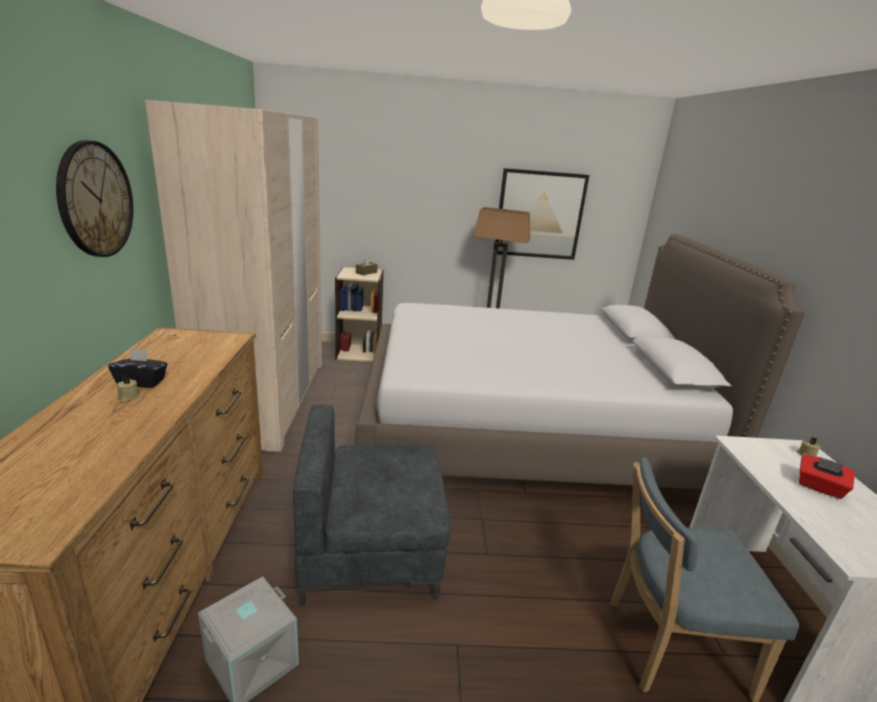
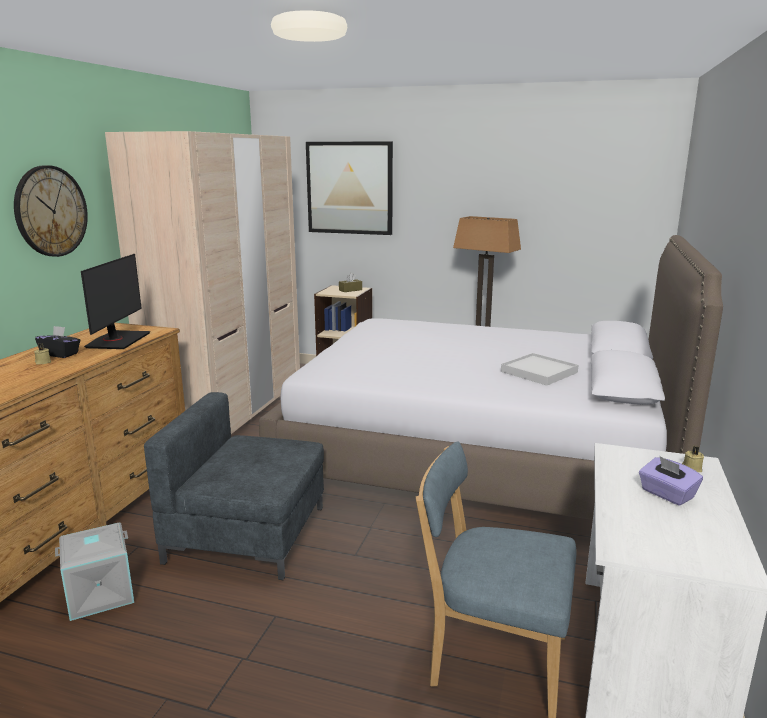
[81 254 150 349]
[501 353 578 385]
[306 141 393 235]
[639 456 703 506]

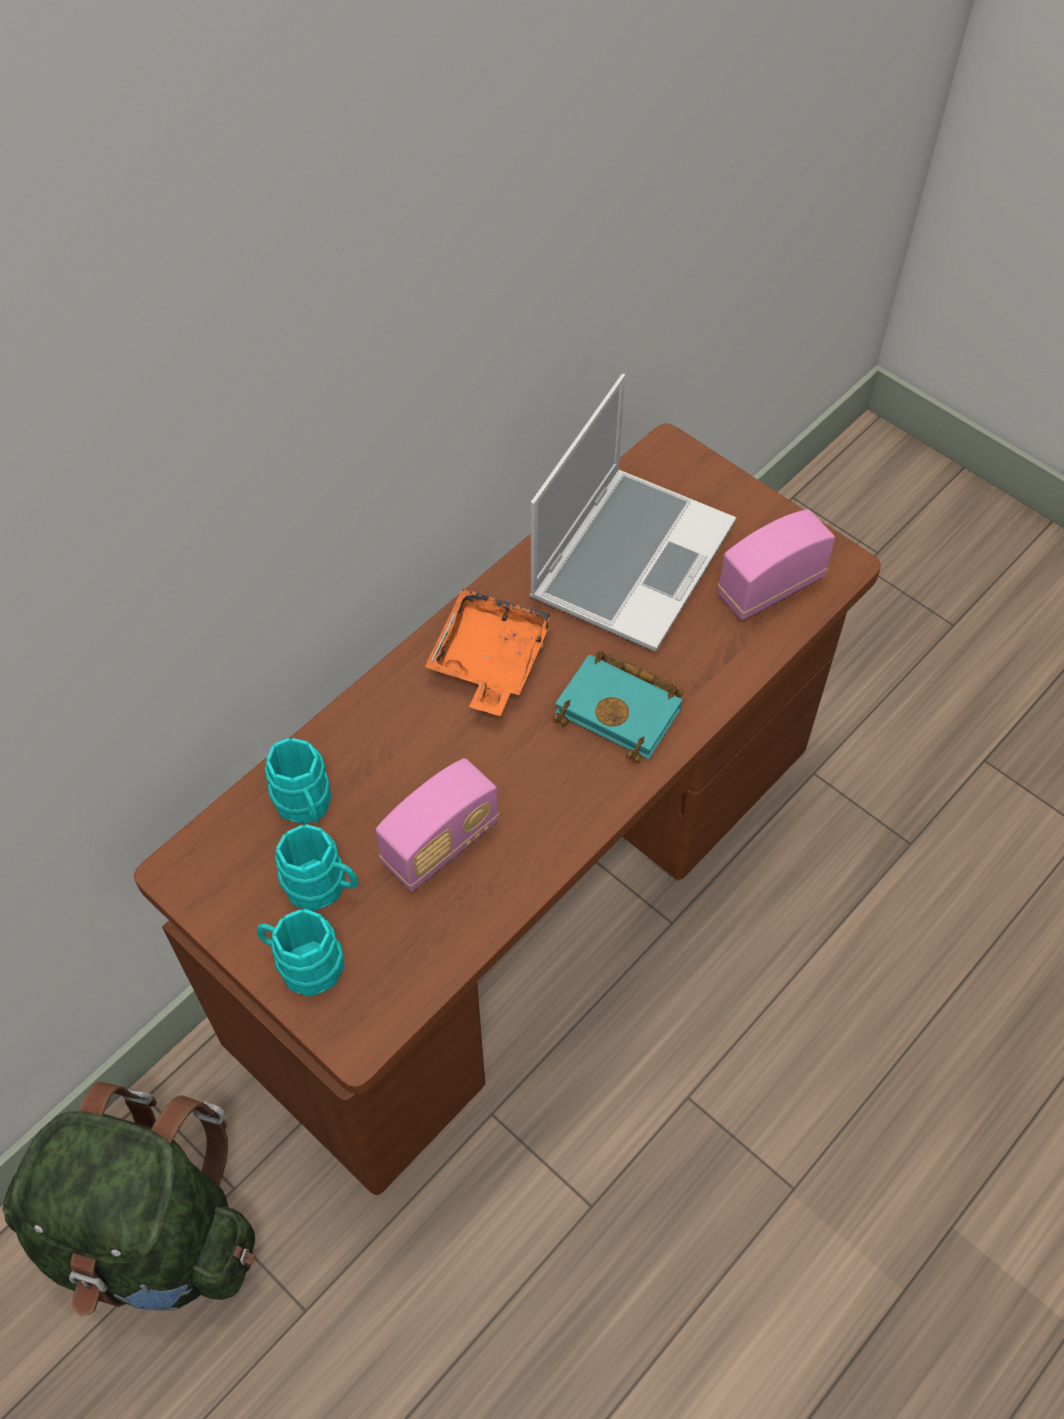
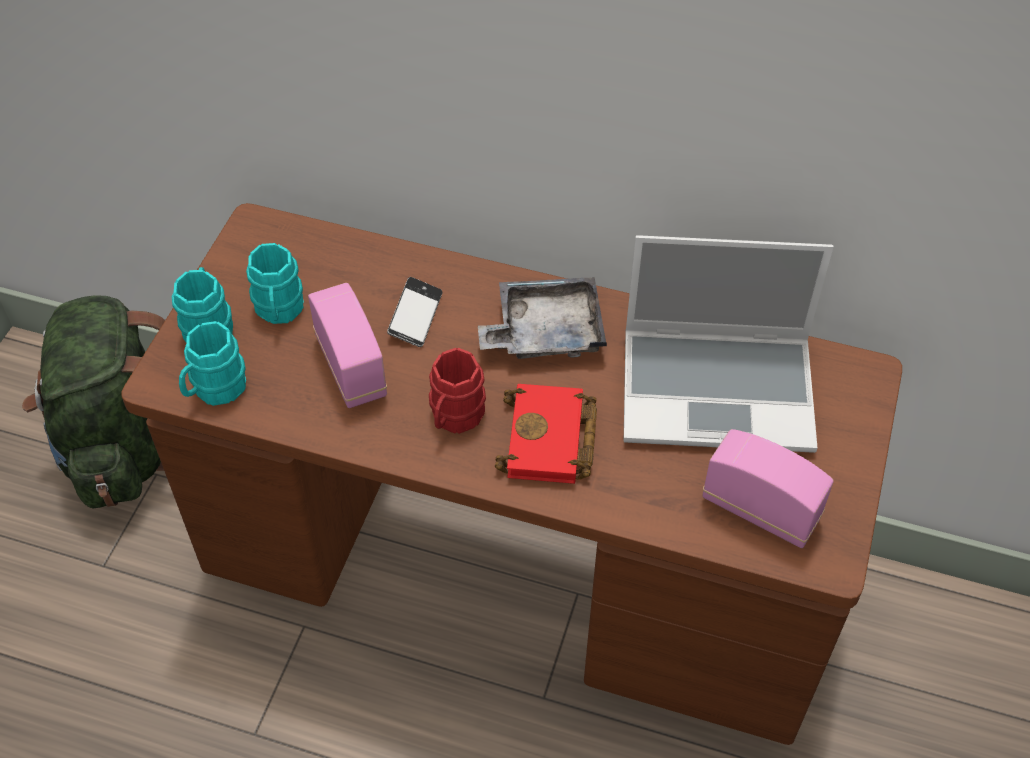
[387 277 442 347]
[429 348 486 434]
[179 321 246 406]
[478 277 607 359]
[495 384 597 484]
[308 283 387 408]

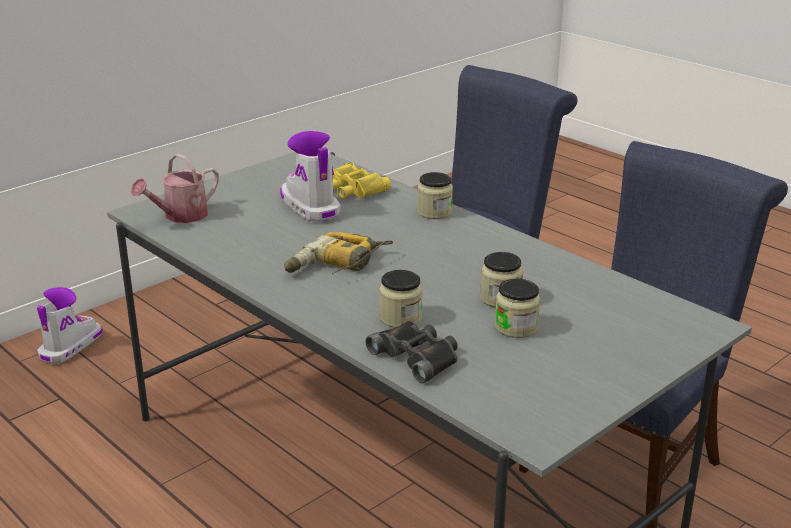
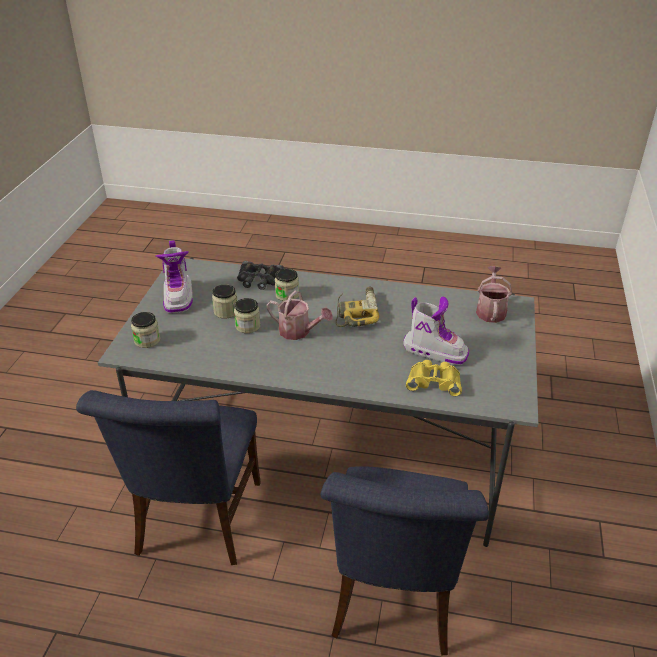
[266 290 333 340]
[156 240 193 313]
[131 312 160 348]

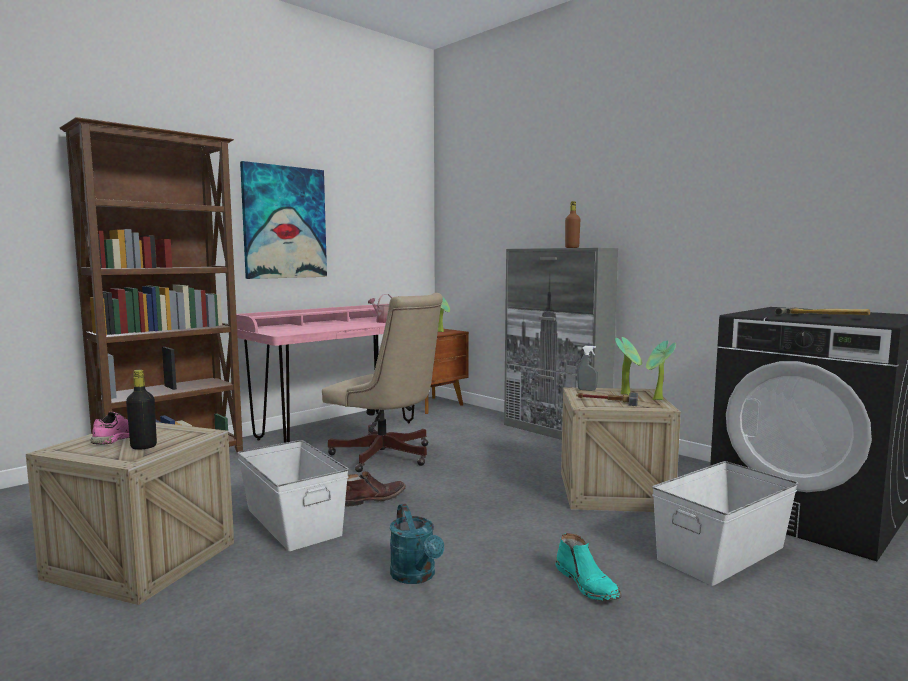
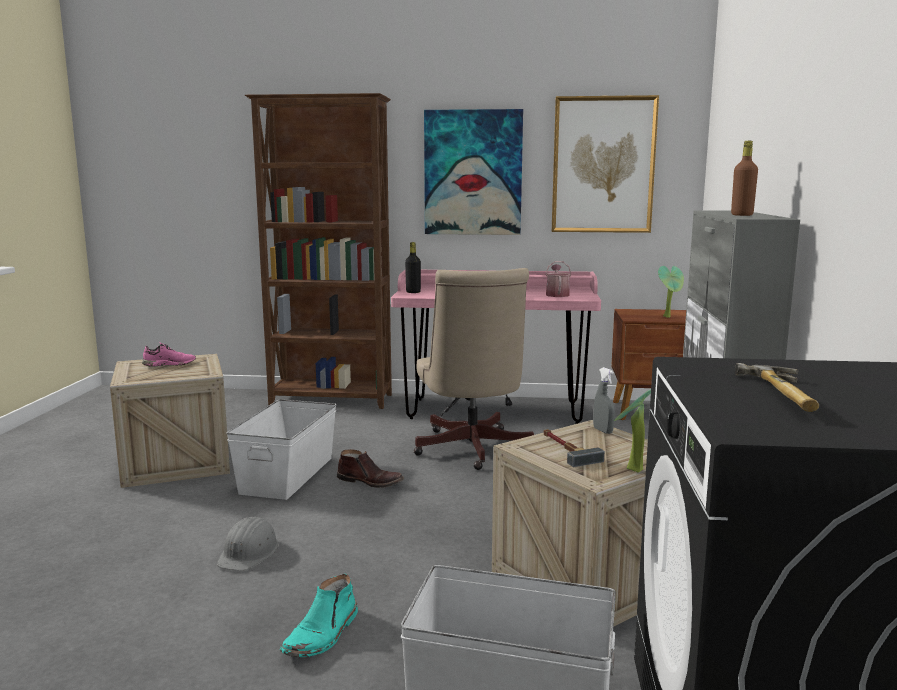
[615 337 642 395] (first image)
[552 95 659 233]
[405 242 421 293]
[217 517 279 571]

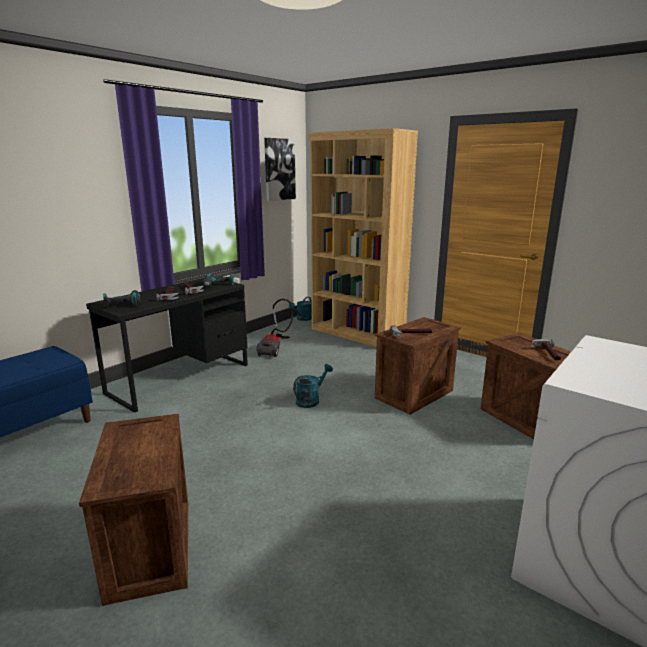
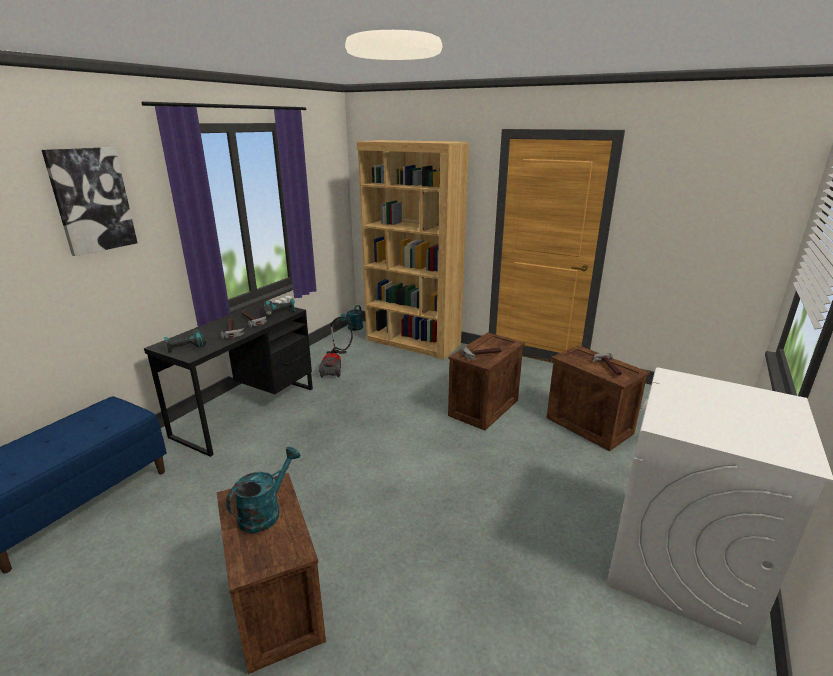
[42 147 138 256]
[226 447 300 533]

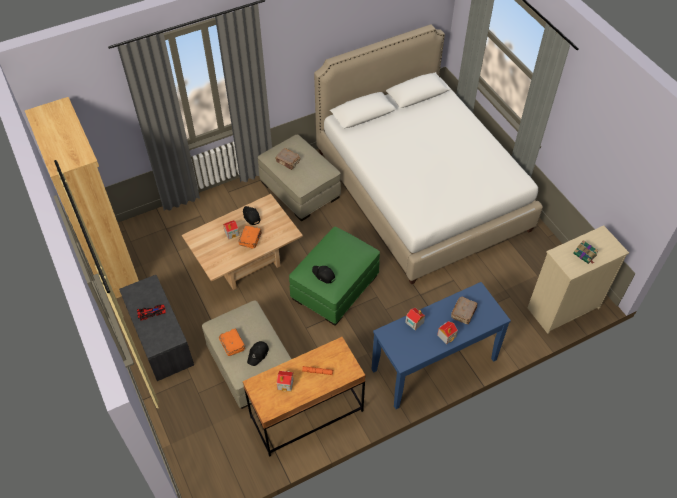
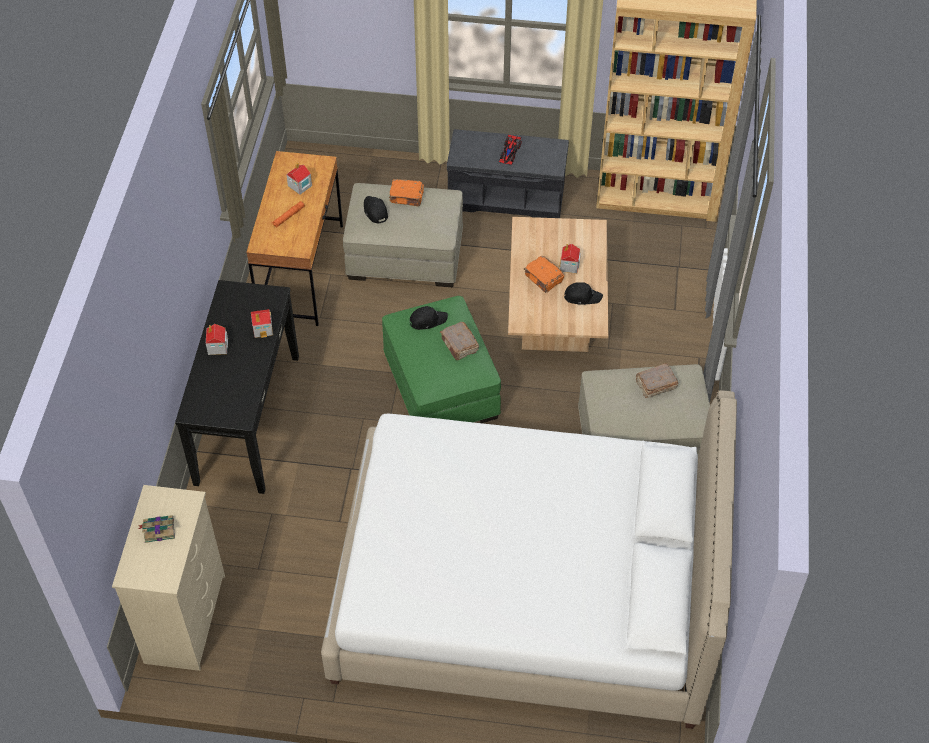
[440 322 479 360]
[175 280 299 494]

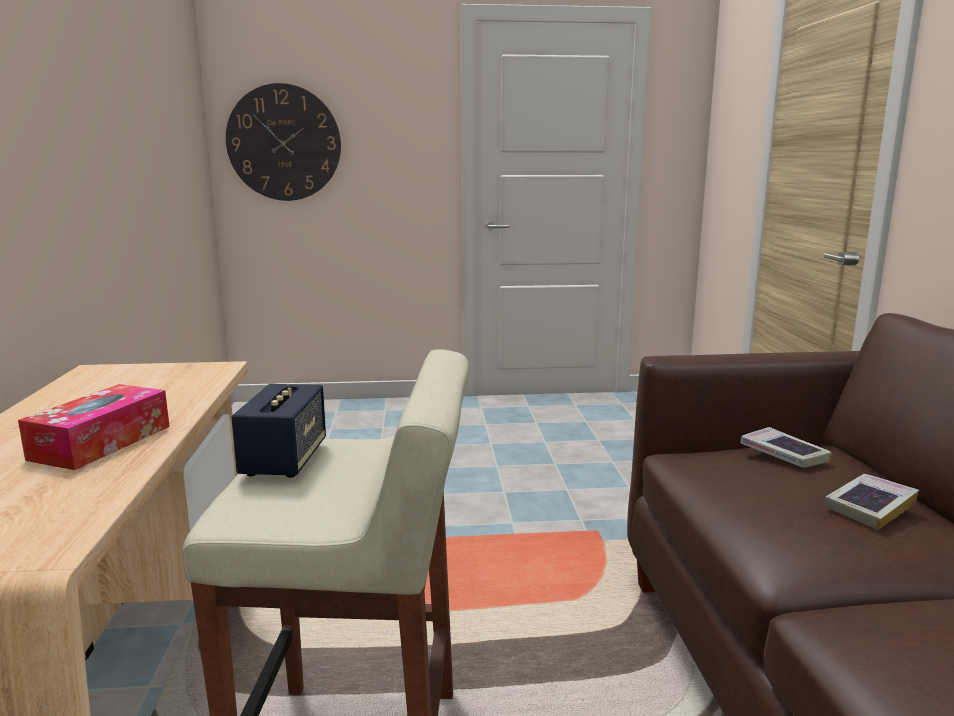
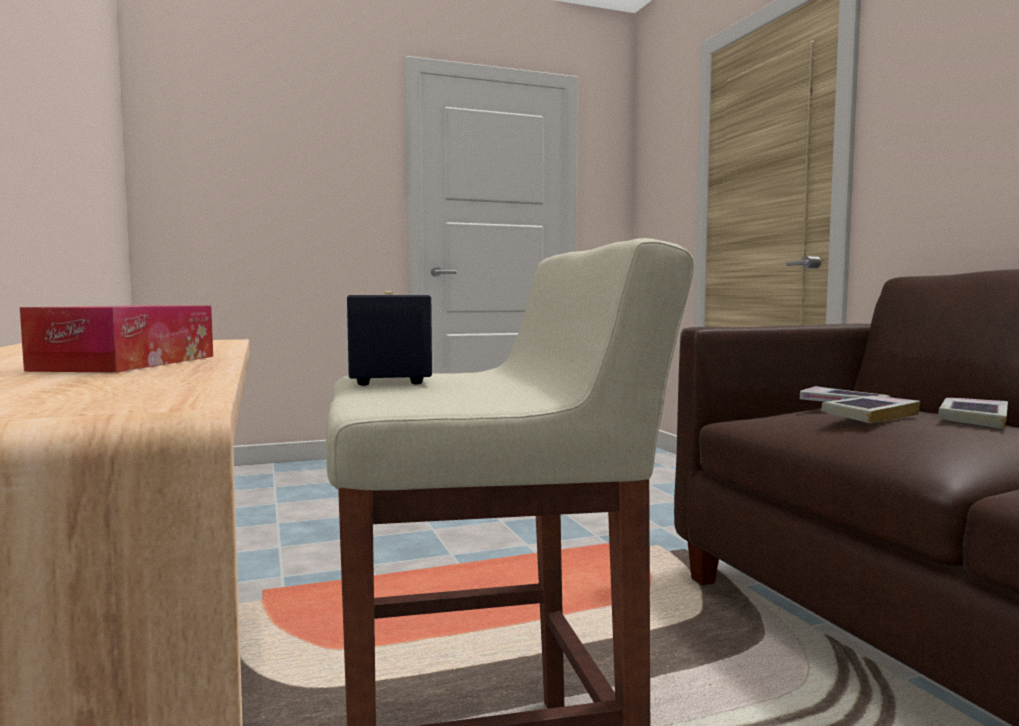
[226 83 341 201] (first image)
[821 396 920 423]

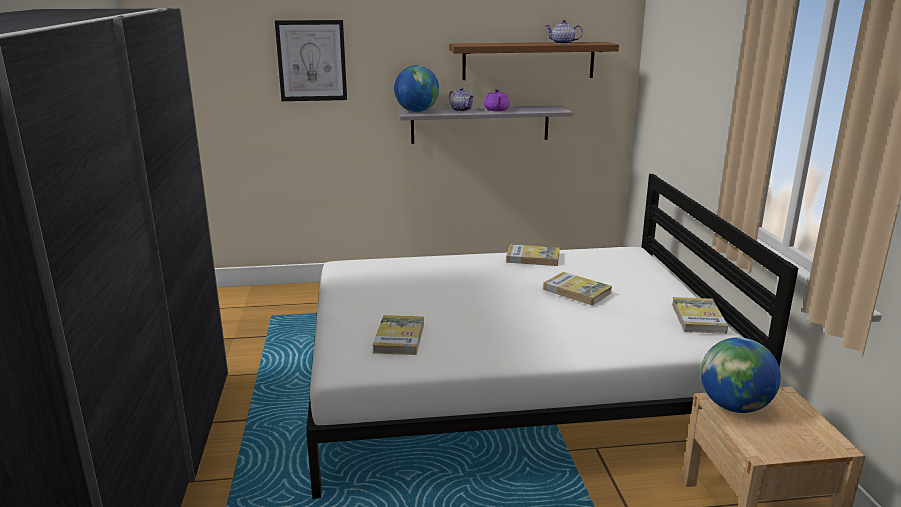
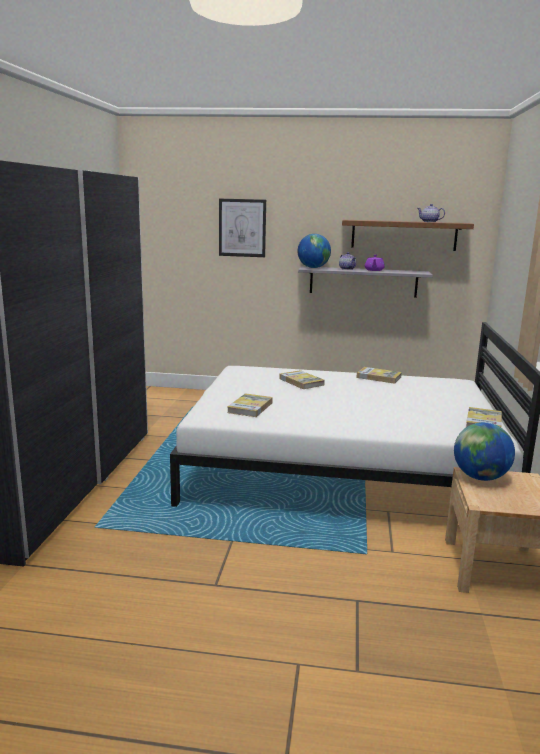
[279 370 325 389]

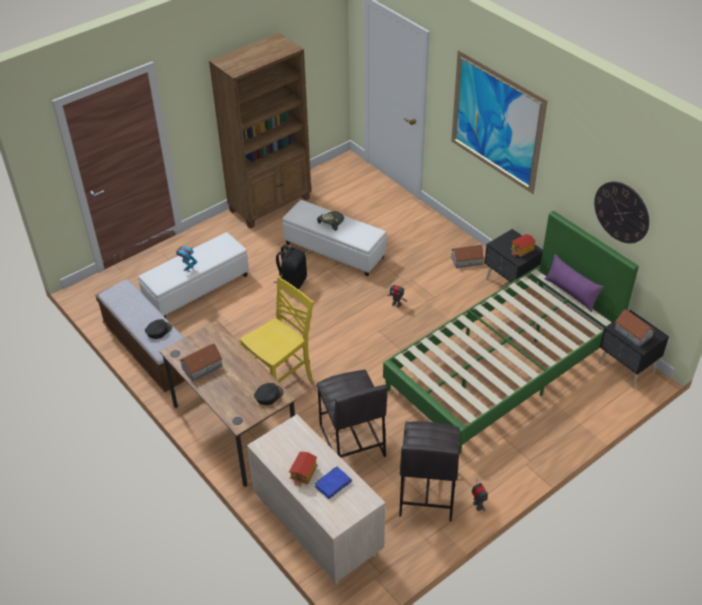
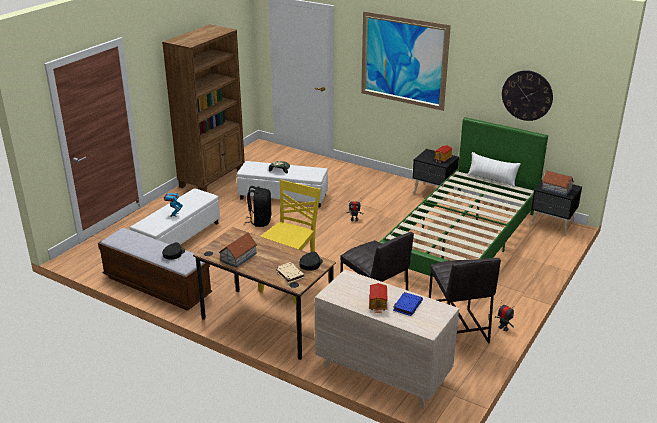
[451 245 484 268] (first image)
[275 262 305 283]
[467 152 521 187]

